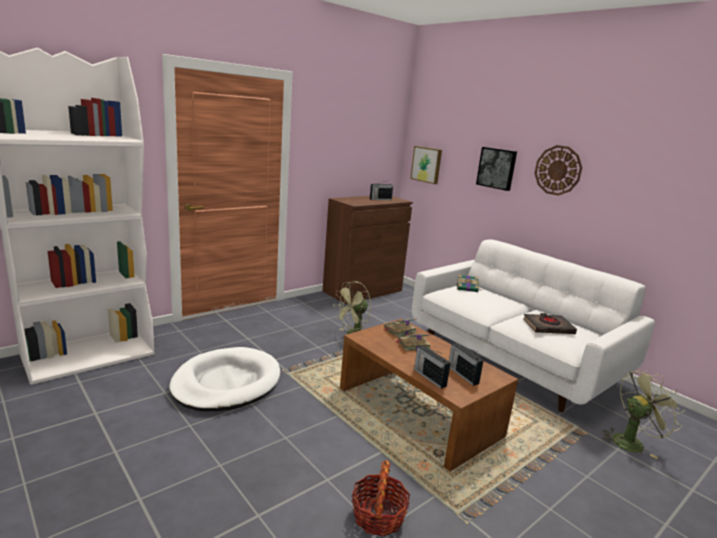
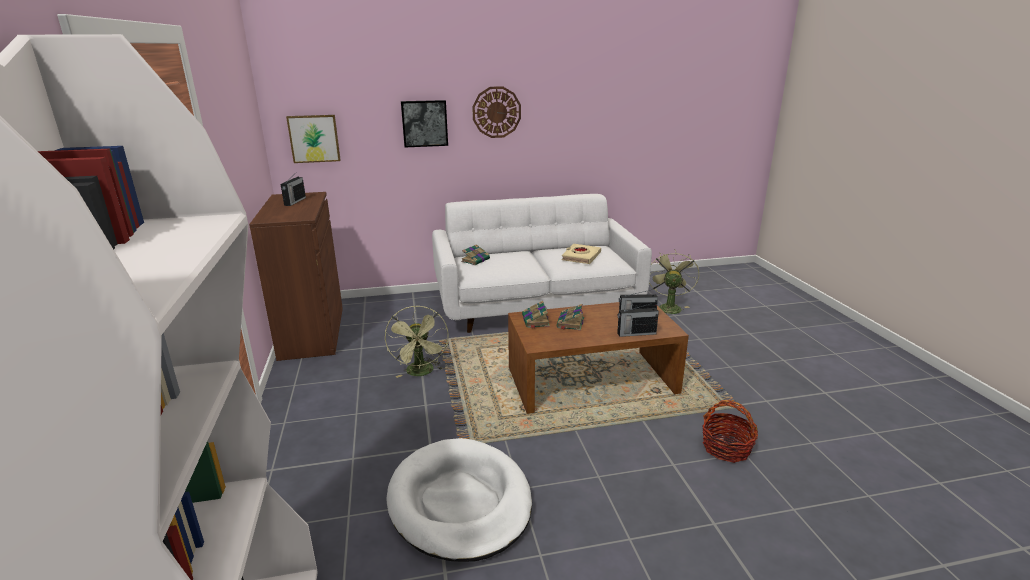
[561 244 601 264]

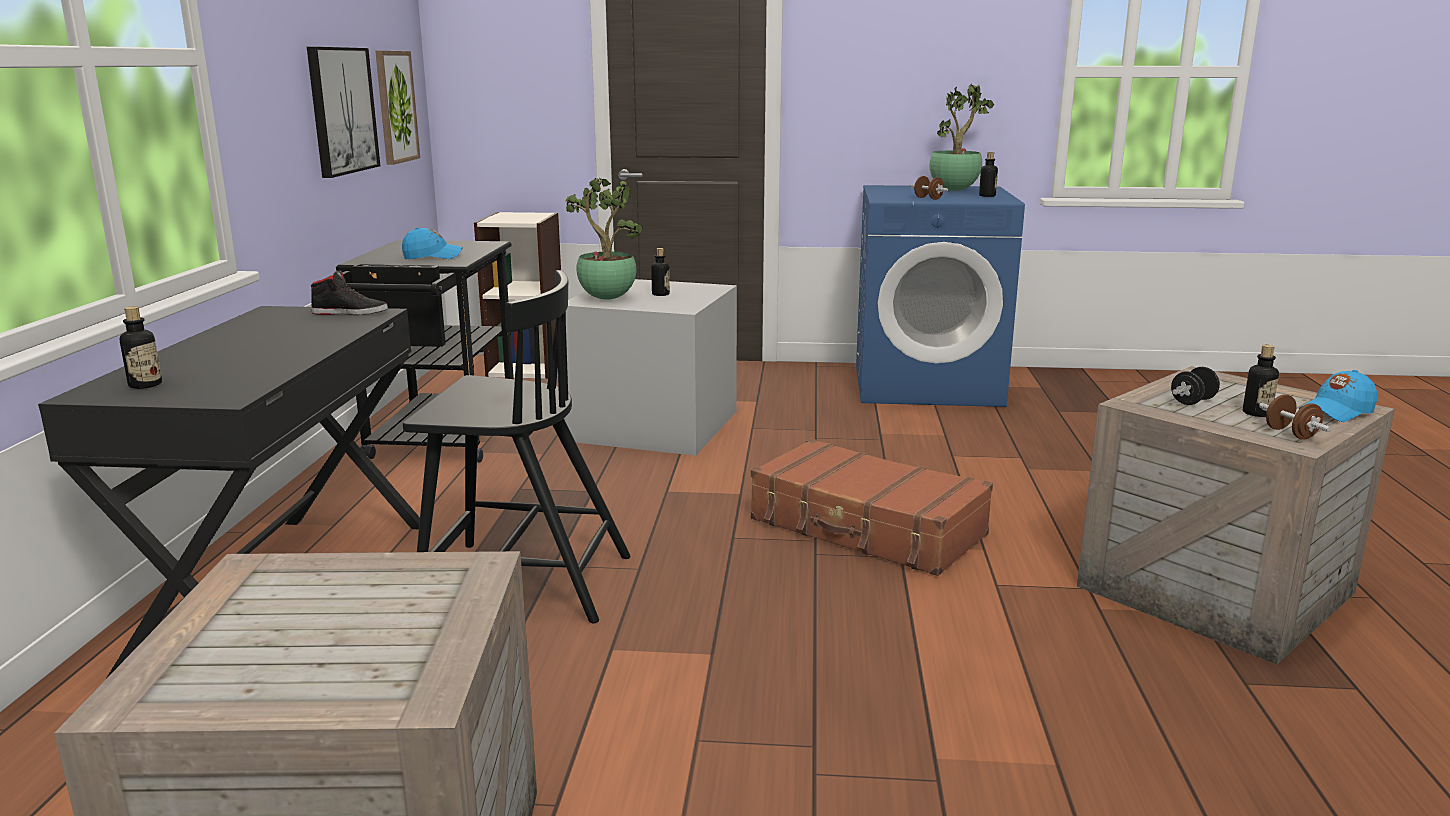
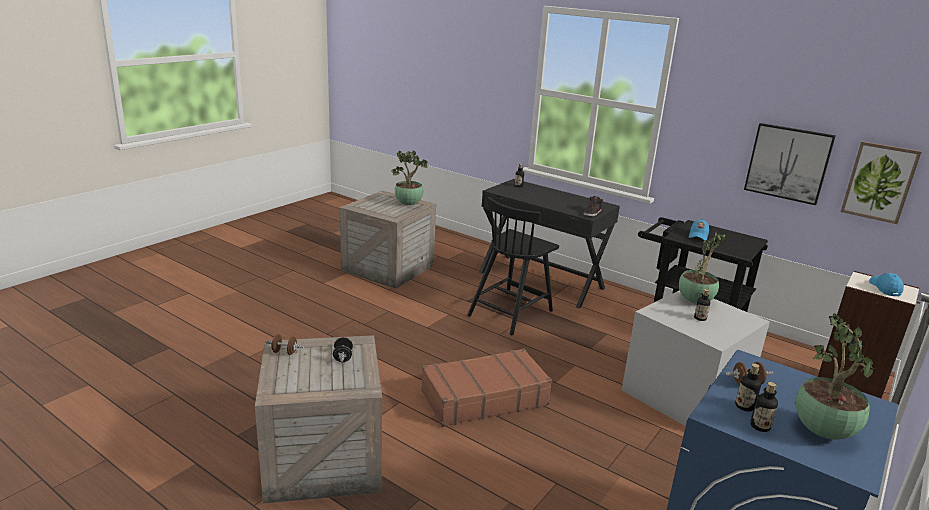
[391 150 428 205]
[735 363 761 412]
[869 273 904 296]

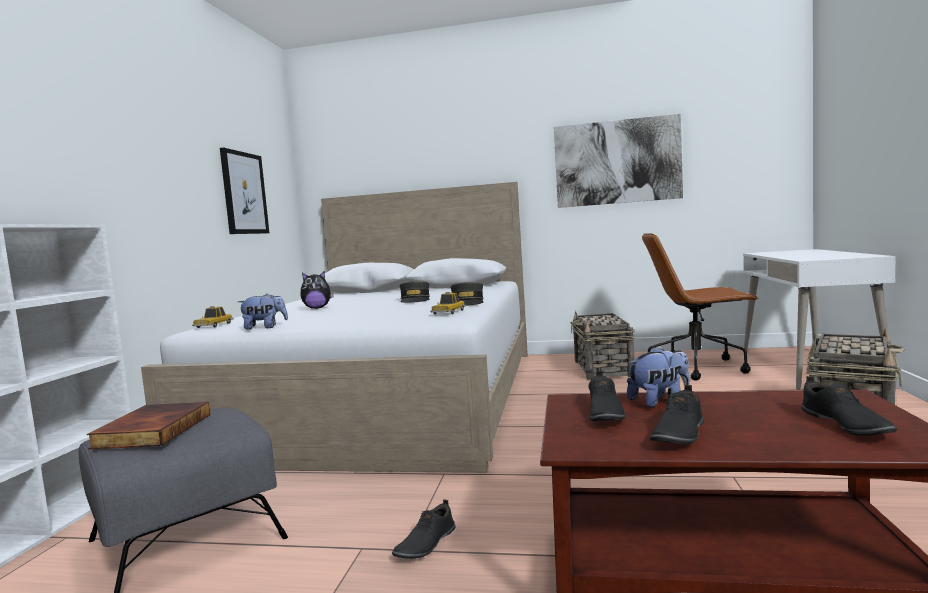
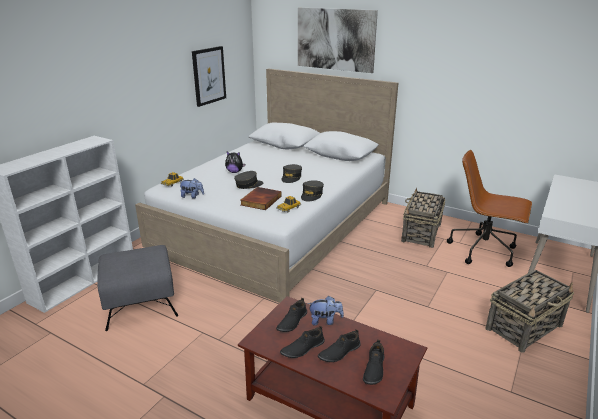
[234 171 264 189]
[241 187 282 210]
[318 329 361 362]
[298 8 378 73]

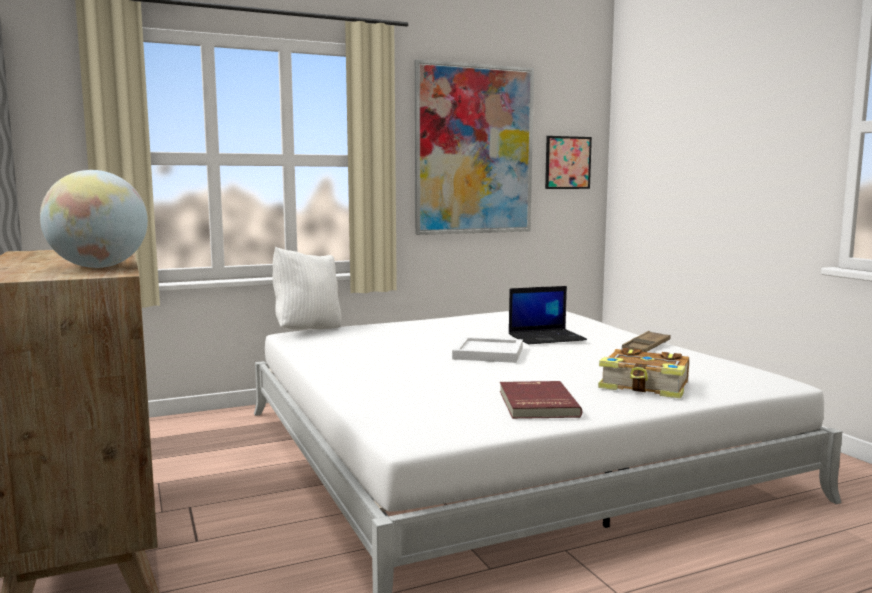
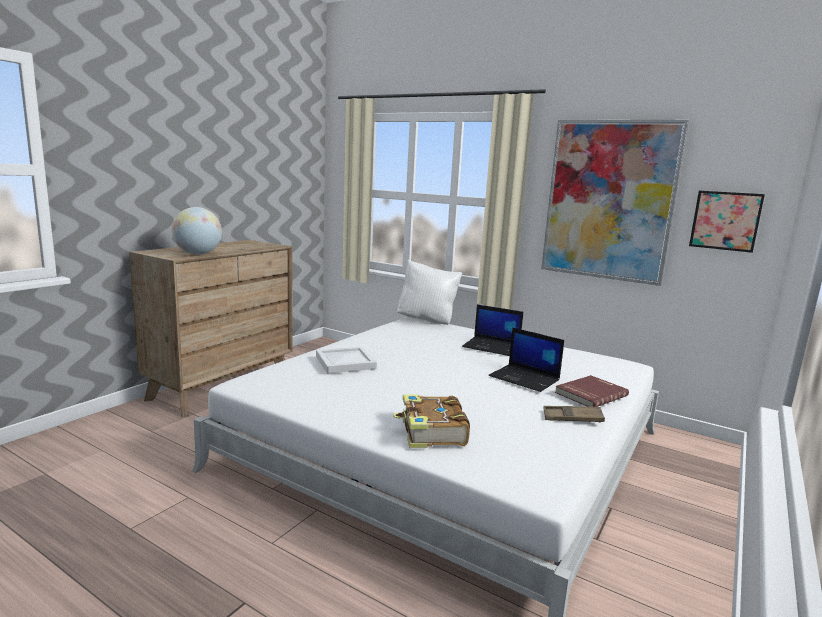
[462 305 523 356]
[316 347 377 374]
[555 375 629 407]

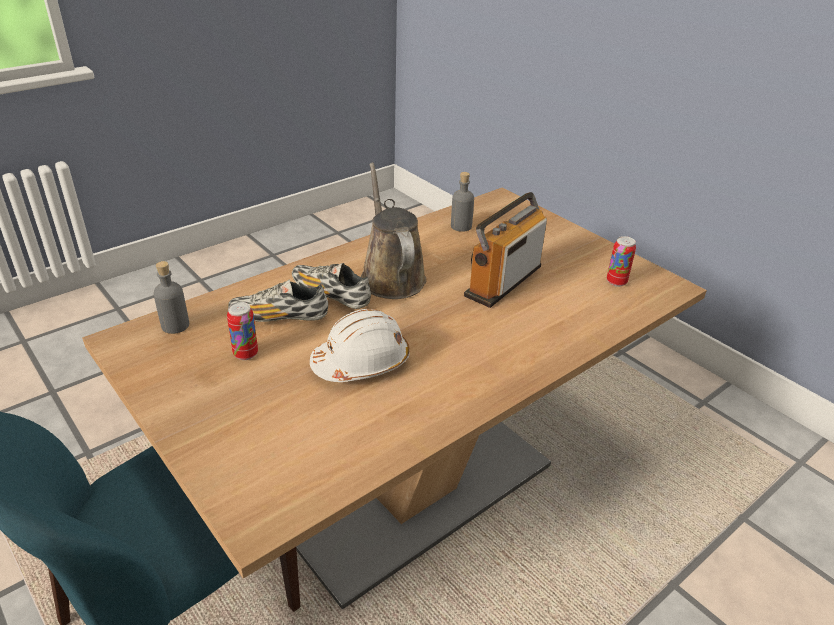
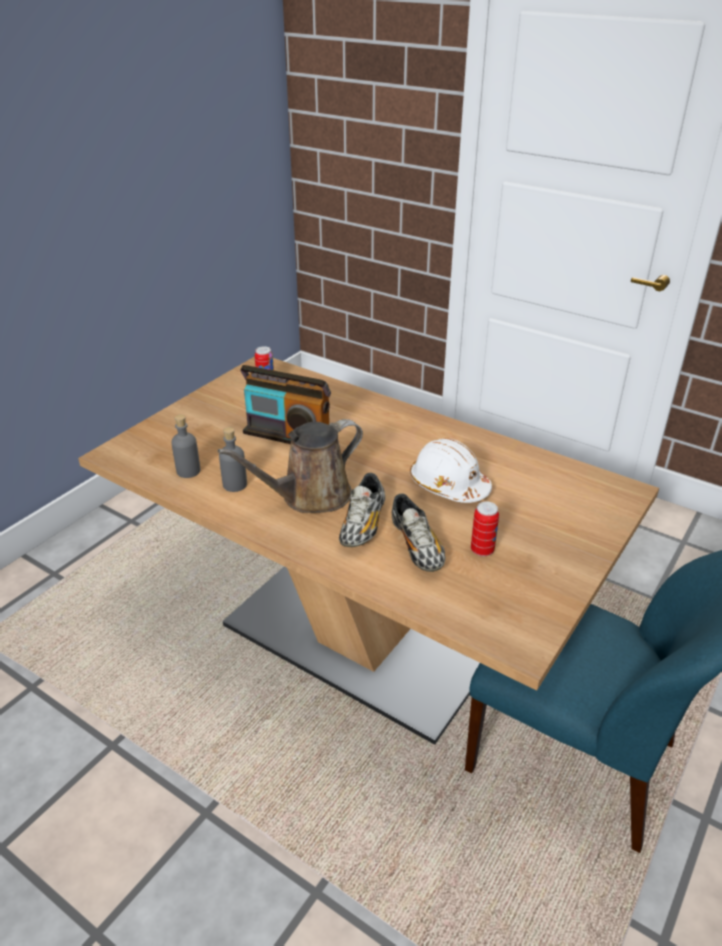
[219 427 247 492]

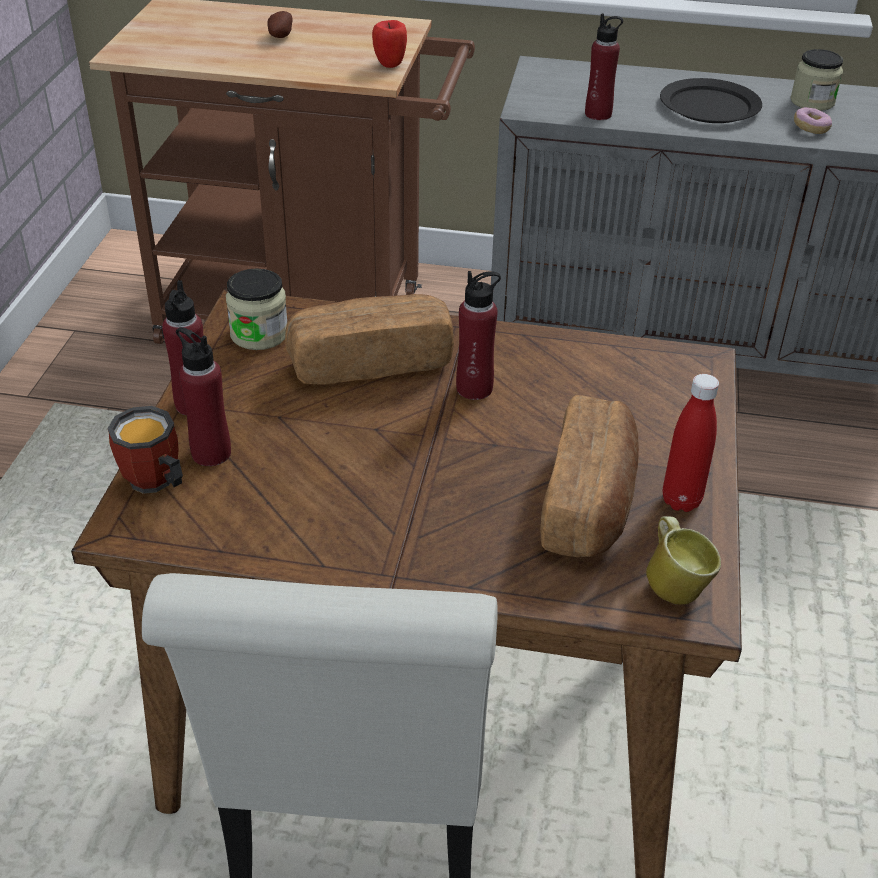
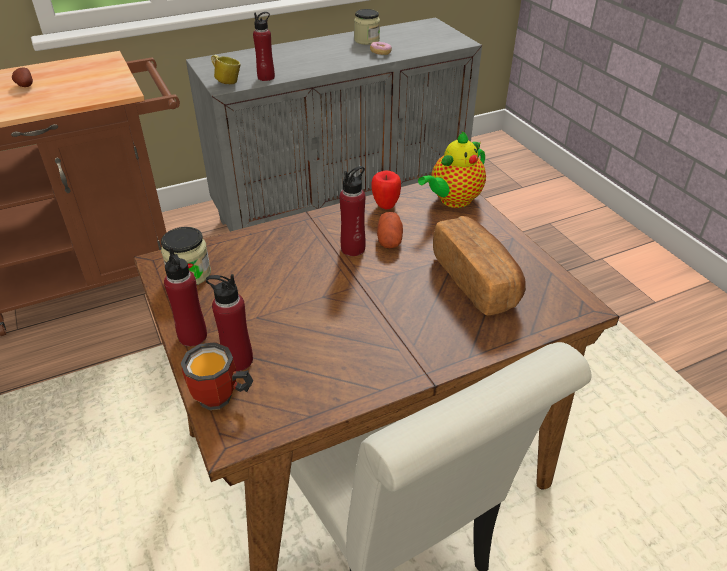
[285 294 454 385] (first image)
[660 78 762 123] (first image)
[663 374 719 512] (first image)
[377 212 403 248]
[418 131 486 208]
[371 170 401 209]
[211 55 241 85]

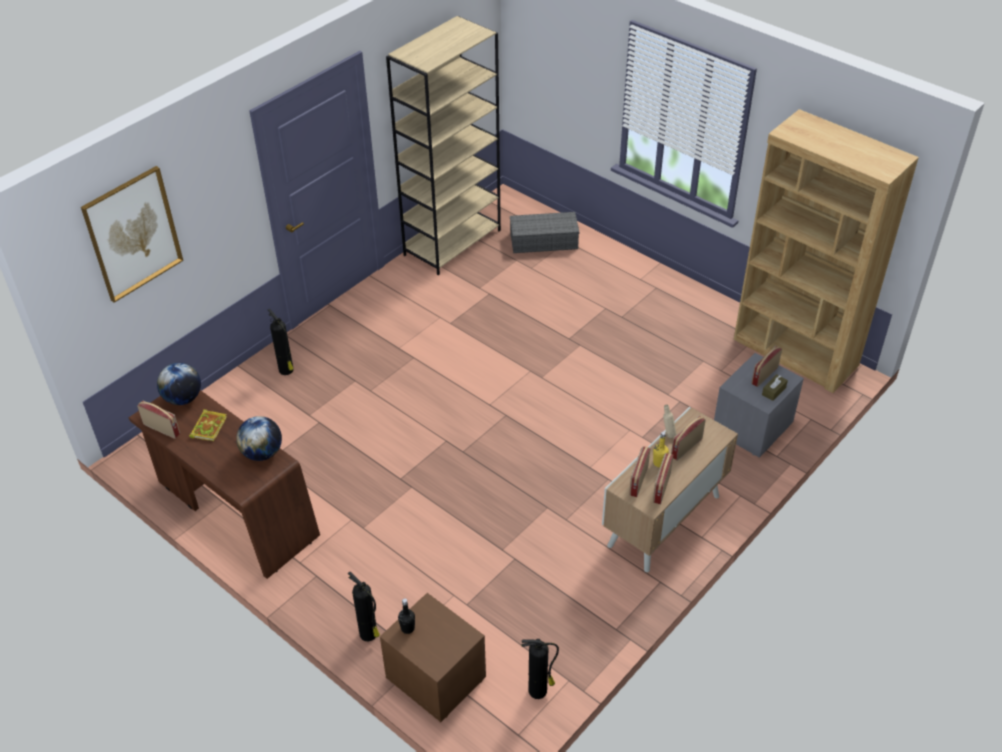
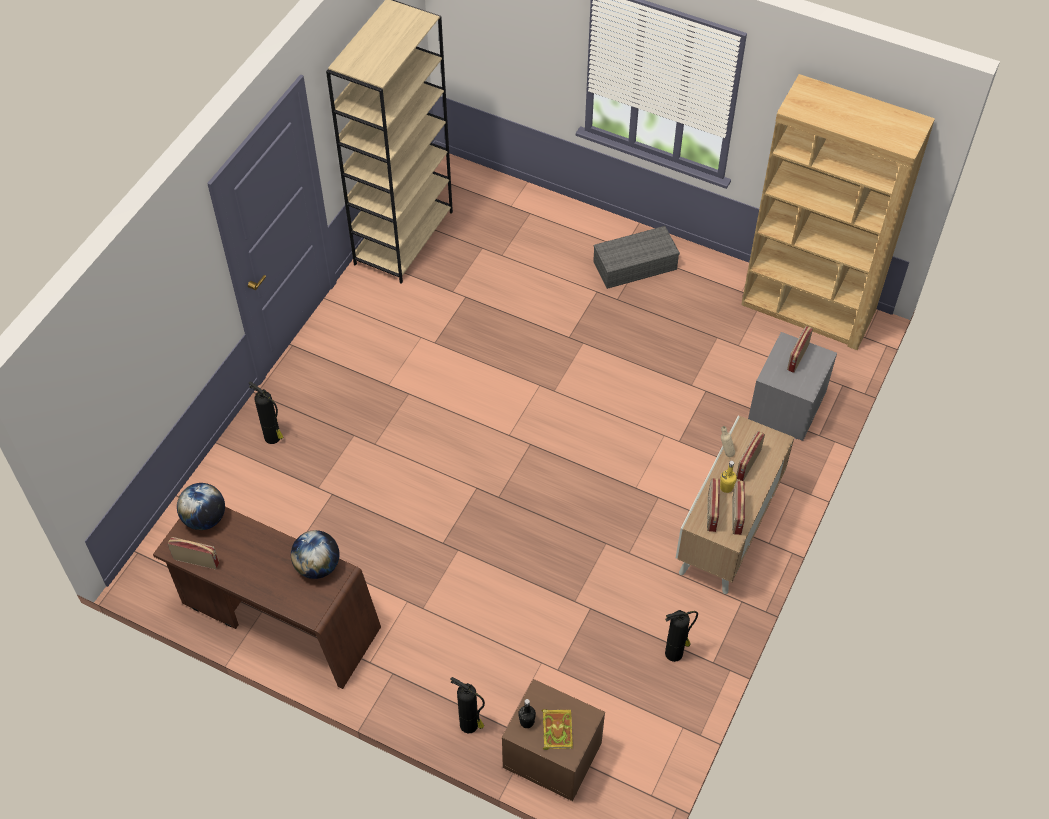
[81 166 183 303] (first image)
[762 374 788 401] (first image)
[542 709 573 750]
[593 226 680 289]
[665 610 698 662]

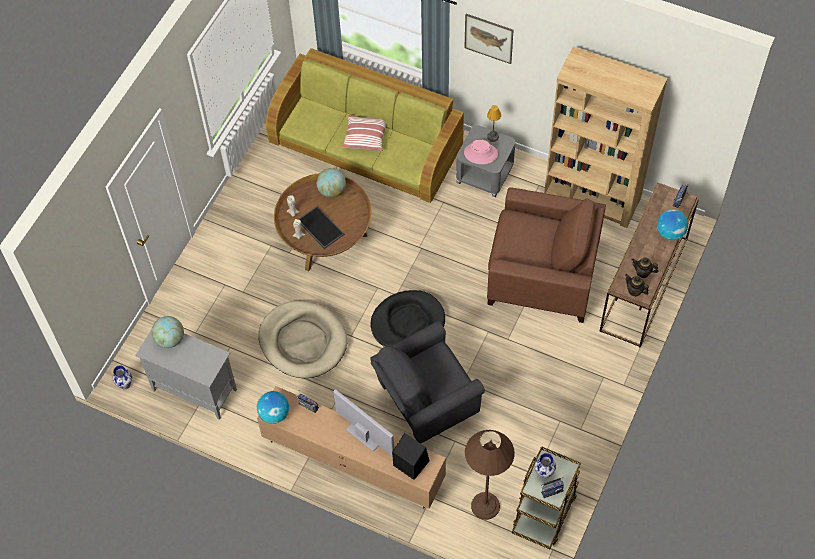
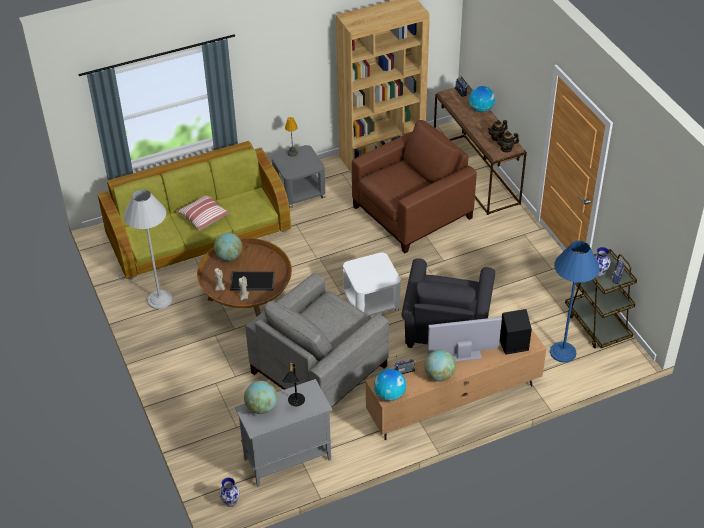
[464 140 498 164] (first image)
[465 14 513 64] (first image)
[123 190 173 309]
[282 361 305 406]
[424 350 456 381]
[245 273 389 408]
[343 253 401 316]
[550 241 600 363]

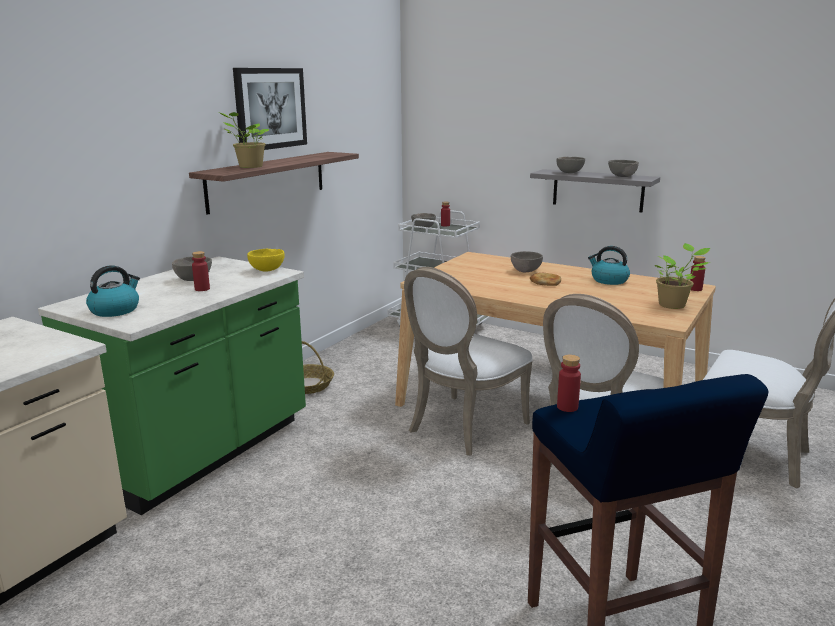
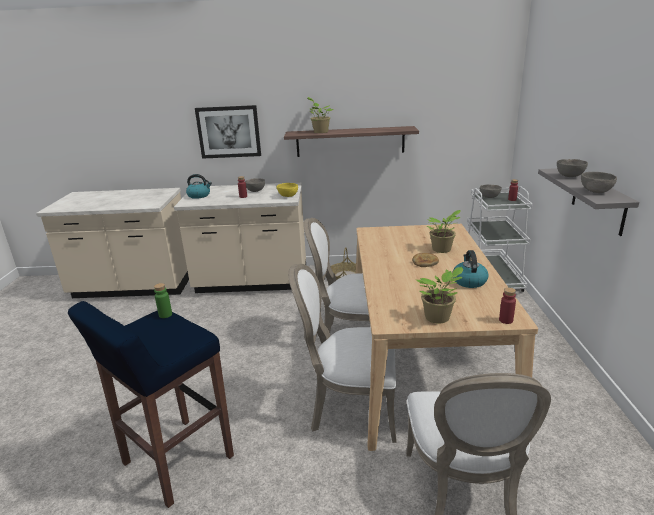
[195 105 261 159]
[427 210 461 253]
[174 182 306 293]
[154 283 172 318]

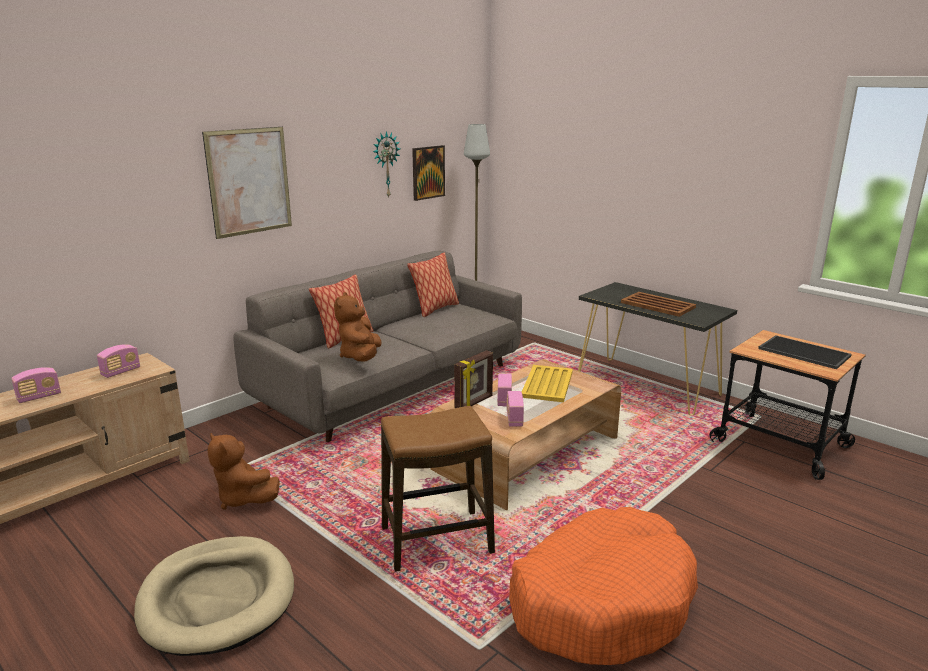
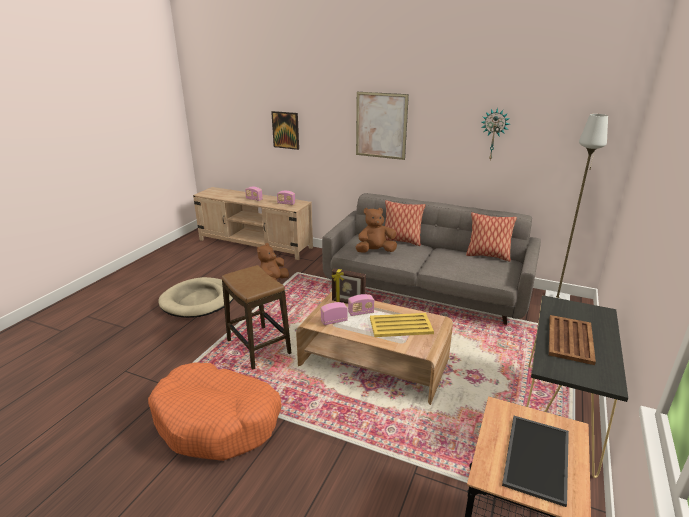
[271 111 299 150]

